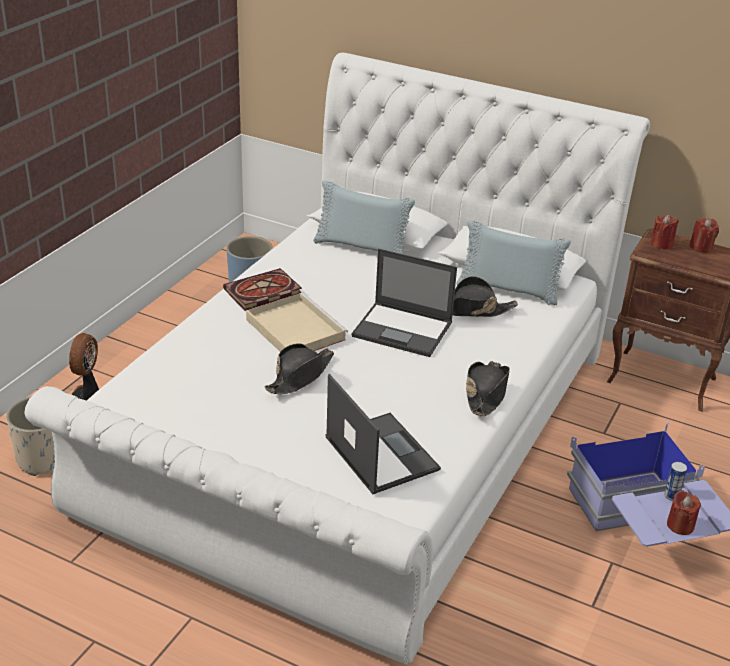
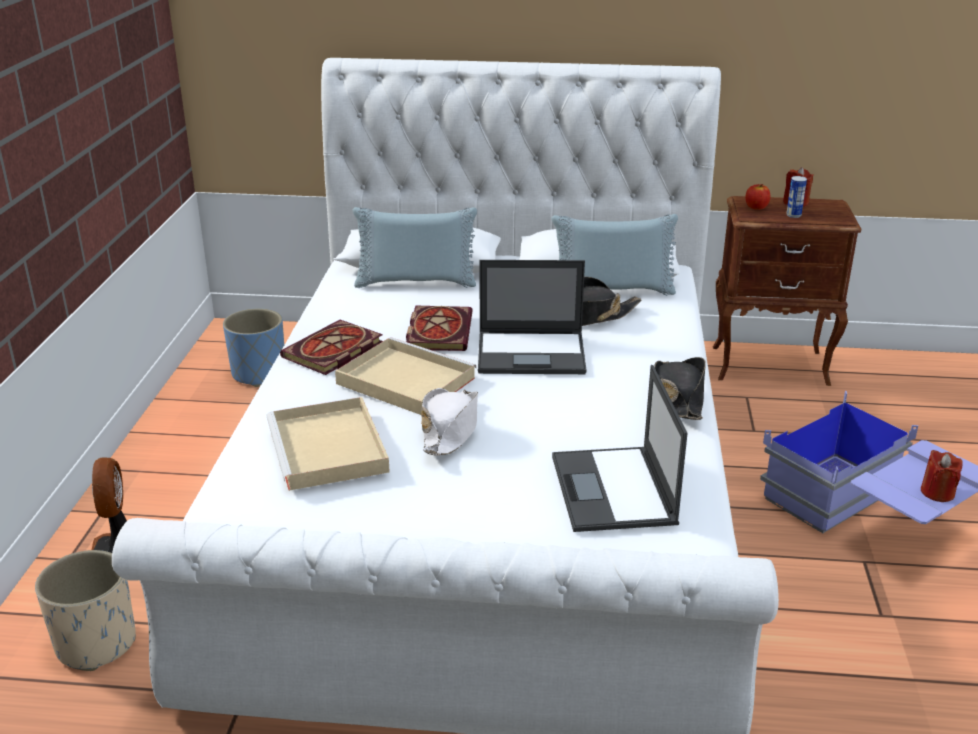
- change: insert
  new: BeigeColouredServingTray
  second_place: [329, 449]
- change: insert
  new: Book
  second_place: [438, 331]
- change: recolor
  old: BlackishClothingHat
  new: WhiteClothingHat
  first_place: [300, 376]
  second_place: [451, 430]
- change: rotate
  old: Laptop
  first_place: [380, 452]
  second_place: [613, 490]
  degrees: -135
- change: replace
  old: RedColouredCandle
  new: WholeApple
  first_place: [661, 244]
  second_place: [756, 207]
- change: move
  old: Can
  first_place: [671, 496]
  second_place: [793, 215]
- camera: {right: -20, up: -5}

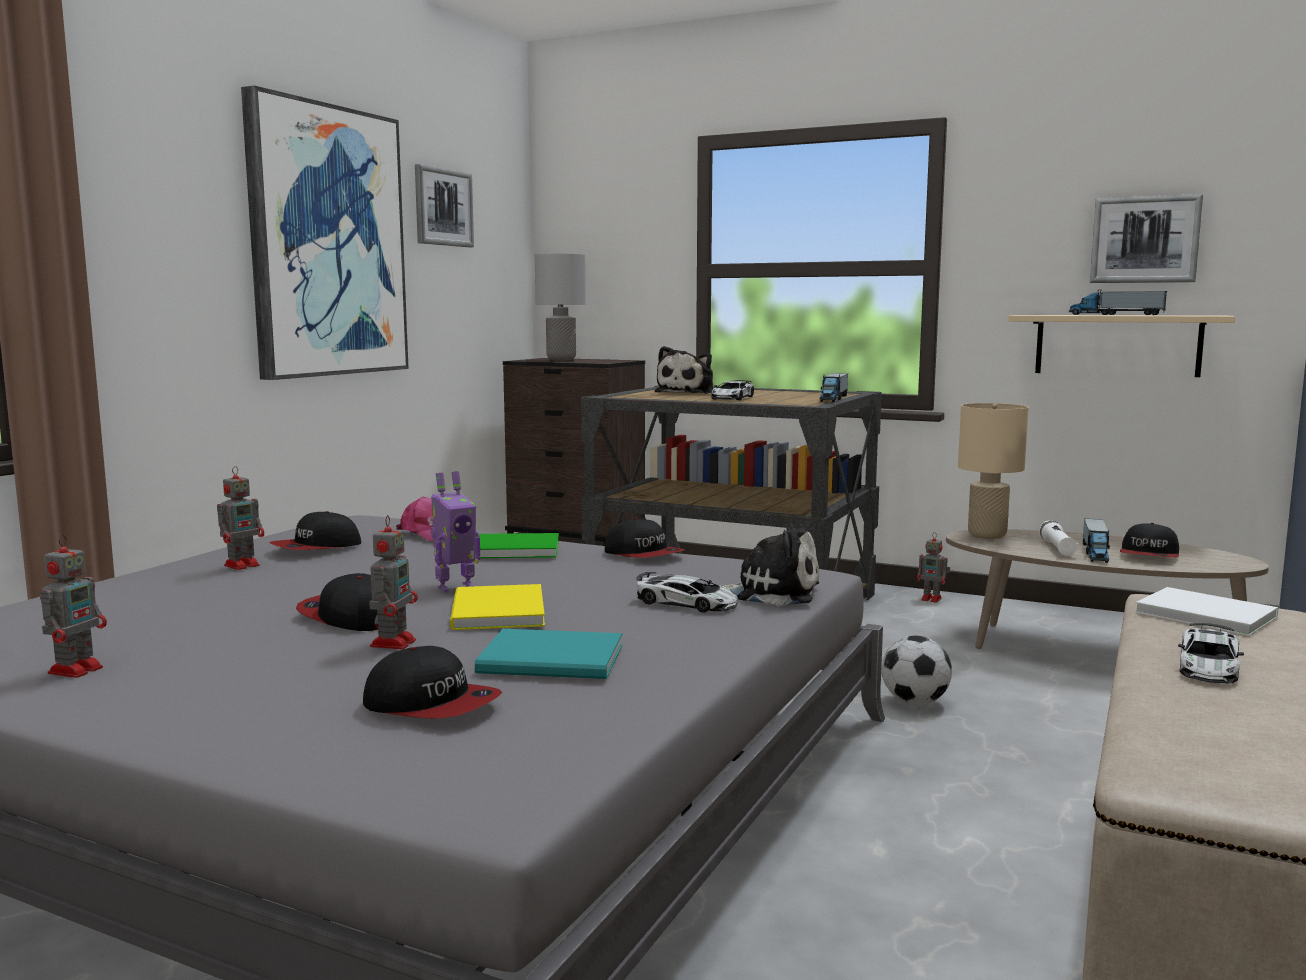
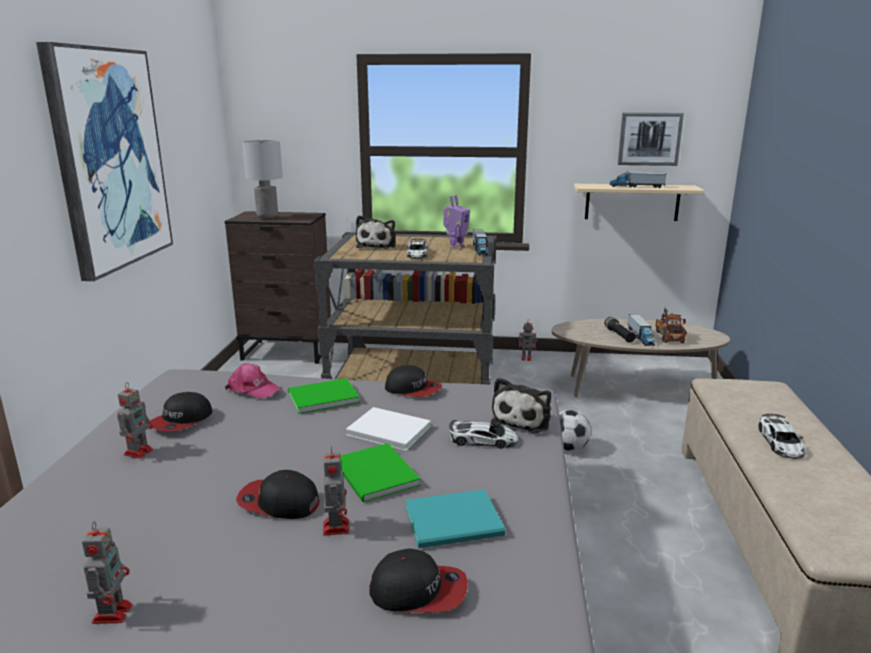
- change: recolor
  old: YellowColouredBook
  new: GreenBook
  first_place: [495, 612]
  second_place: [375, 476]
- change: move
  old: WhiteBook
  first_place: [1203, 613]
  second_place: [388, 429]
- change: move
  old: ModelRobot
  first_place: [454, 586]
  second_place: [455, 247]
- change: rotate
  old: SoftToy
  first_place: [771, 592]
  second_place: [523, 419]
  degrees: 120
- change: recolor
  old: WhiteFlashlight
  new: BlackishFlashlight
  first_place: [1057, 548]
  second_place: [619, 335]
- change: replace
  old: BaseballCap
  new: ToyLorry
  first_place: [1149, 555]
  second_place: [668, 335]
- change: delete
  old: Picture
  first_place: [443, 207]
- change: delete
  old: BeigeColouredTabletopLamp
  first_place: [987, 537]
- camera: {right: -20, up: 10}

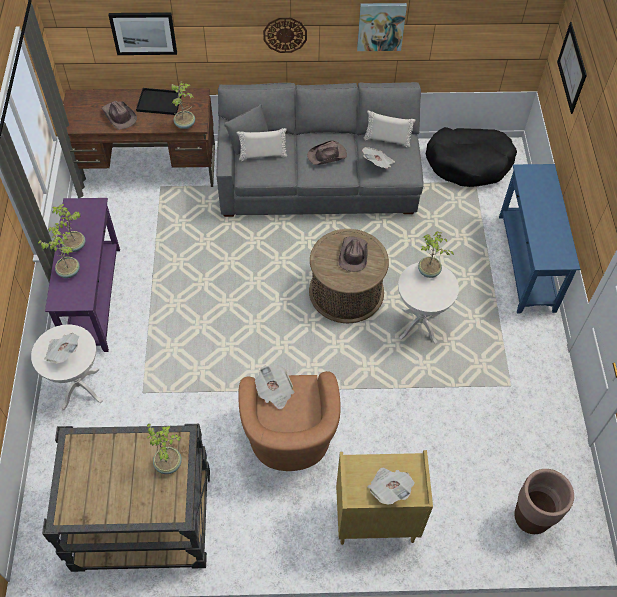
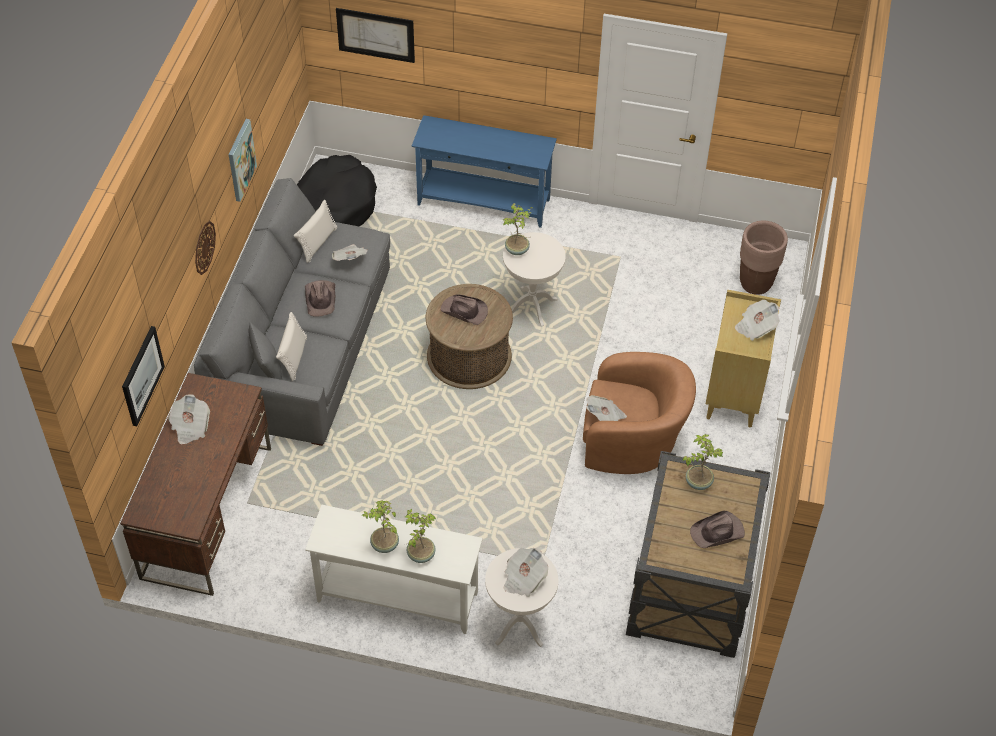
- change: replace
  old: BlackishServingTray
  new: PrintedPaper
  first_place: [158, 102]
  second_place: [190, 427]
- change: recolor
  old: PurpleColouredHallTable
  new: WhiteHallTable
  first_place: [94, 298]
  second_place: [397, 597]
- change: move
  old: BrownClothingHat
  first_place: [119, 116]
  second_place: [718, 532]
- change: delete
  old: PottedPlant
  first_place: [185, 124]
- camera: {right: -75, up: -5}

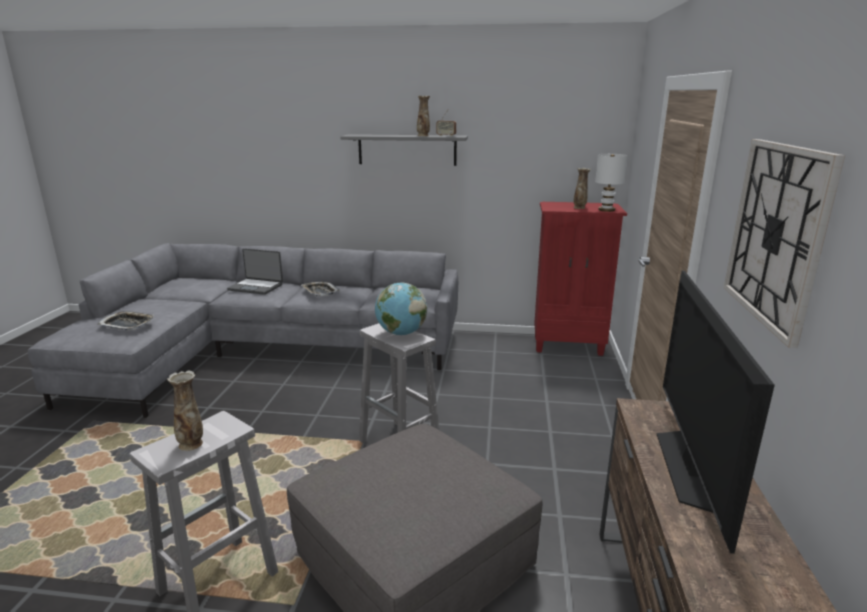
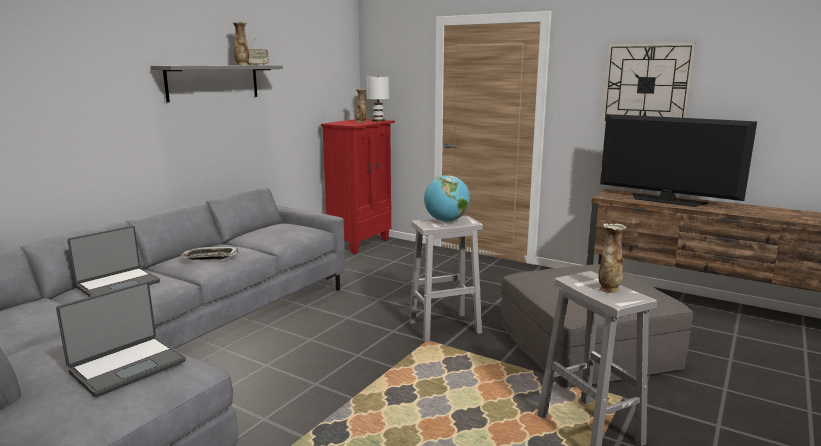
- change: replace
  old: ServingTray
  new: Laptop
  first_place: [127, 324]
  second_place: [127, 366]
- camera: {right: -65, up: -5}

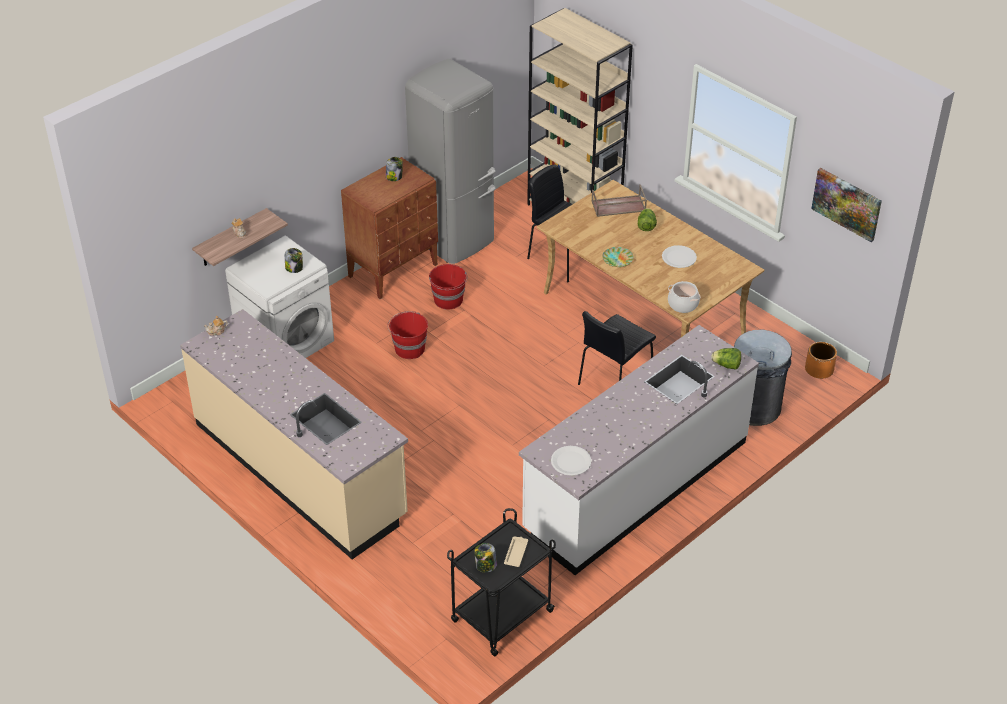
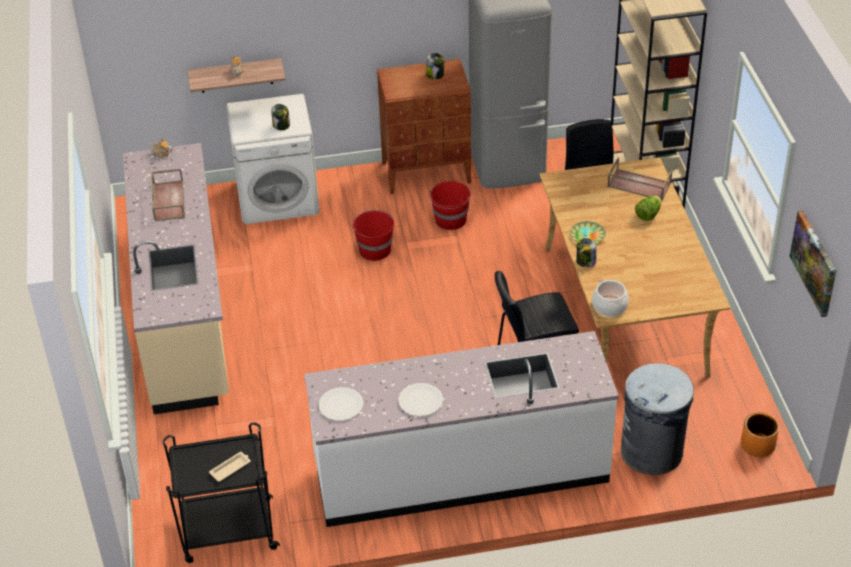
- change: insert
  new: BrownServingTray
  second_place: [168, 200]
- change: move
  old: WhiteDinnerPlate
  first_place: [679, 258]
  second_place: [420, 401]
- change: move
  old: StorageJar
  first_place: [485, 566]
  second_place: [585, 262]
- change: delete
  old: Lettuce
  first_place: [726, 365]
- camera: {right: 35, up: 0}

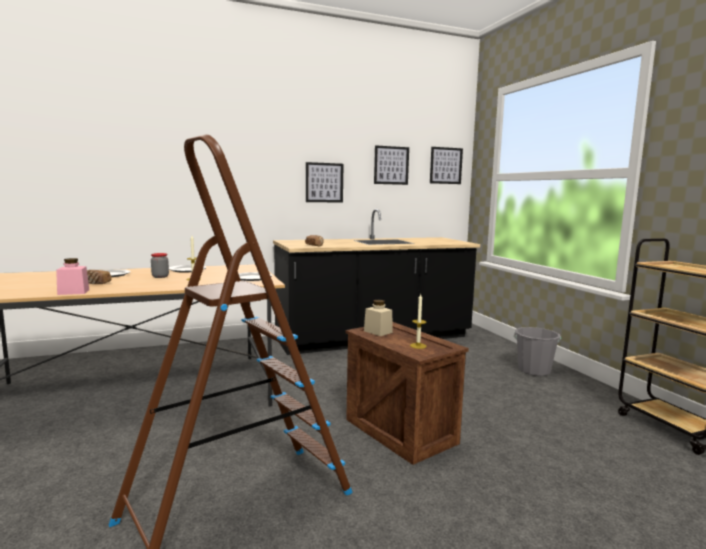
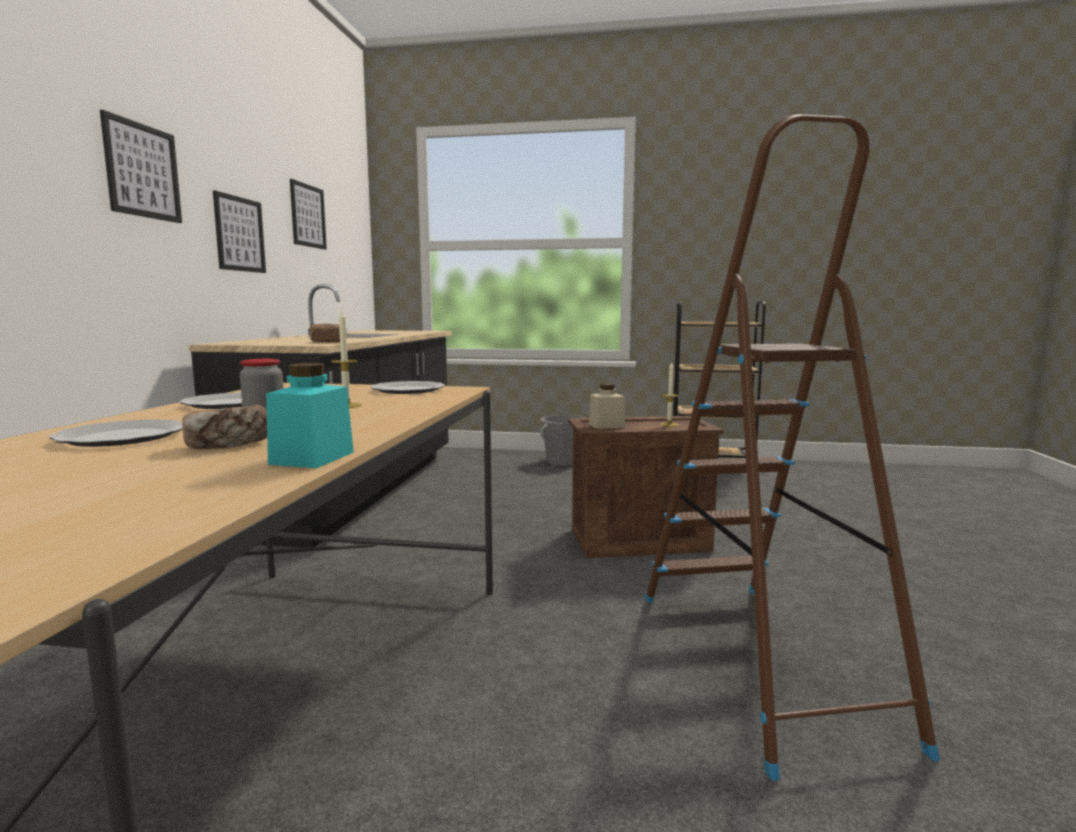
- change: move
  old: Picture
  first_place: [446, 165]
  second_place: [142, 171]
- change: recolor
  old: PinkishStorageJar
  new: TurquoiseColouredStorageJar
  first_place: [73, 292]
  second_place: [312, 458]
- camera: {right: -60, up: 0}

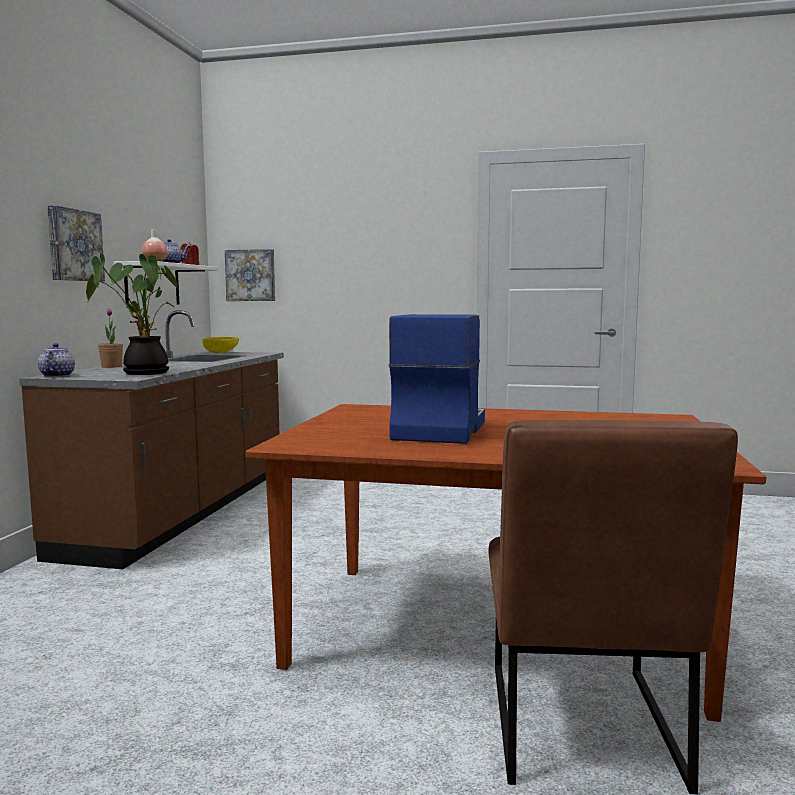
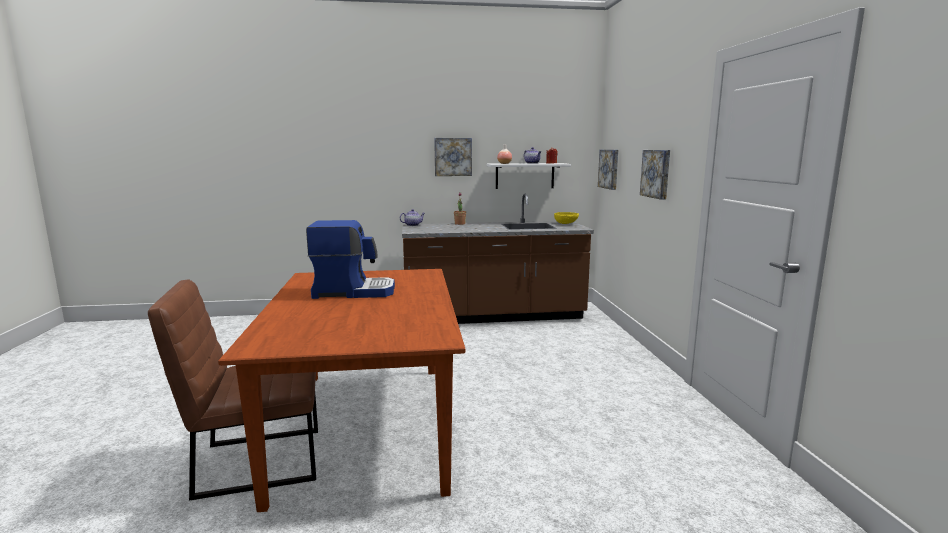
- change: insert
  new: Picture
  second_place: [656, 173]
- change: delete
  old: PottedPlant
  first_place: [142, 373]
- camera: {right: 70, up: 5}

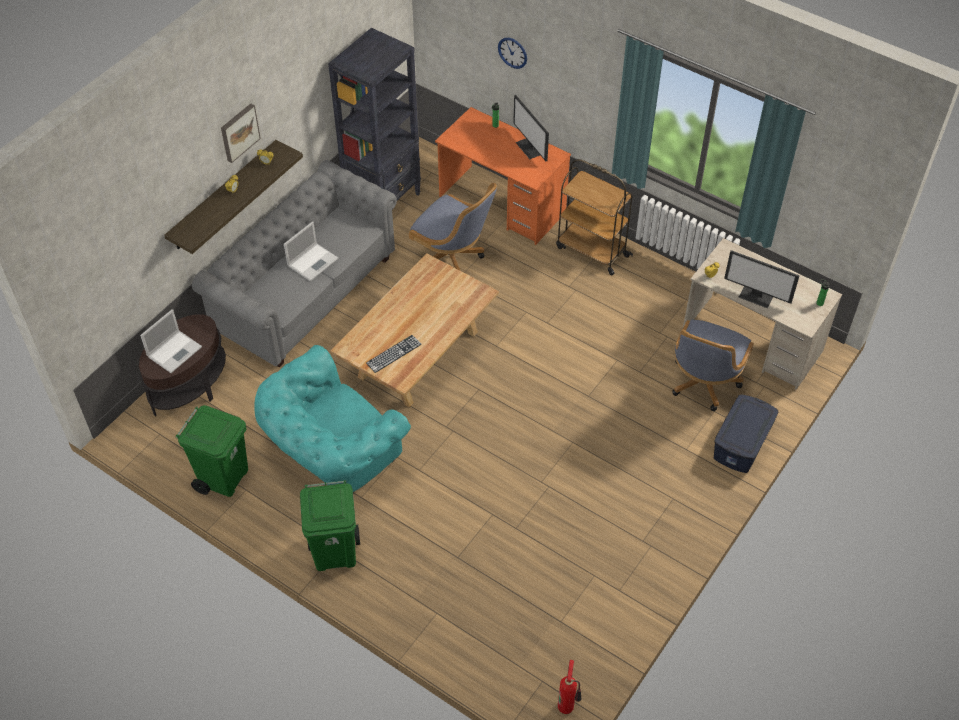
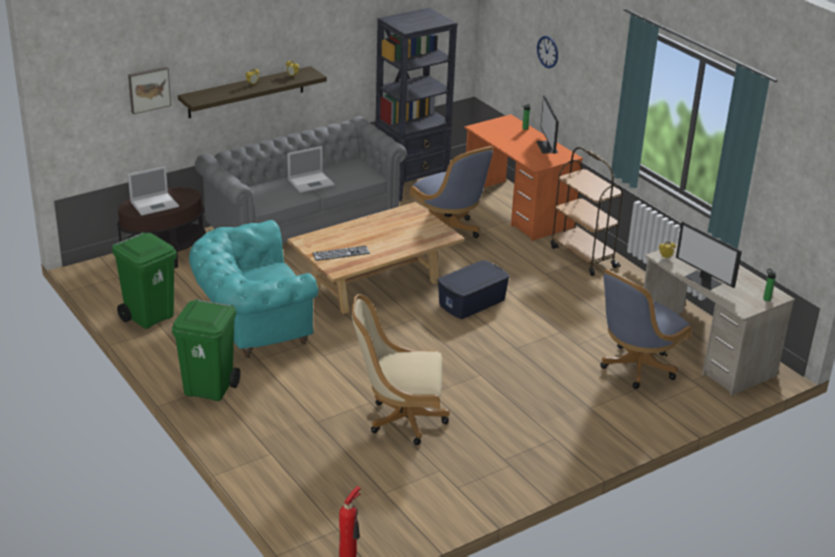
- change: move
  old: Picture
  first_place: [239, 132]
  second_place: [148, 89]
- change: insert
  new: BeigeColouredOfficeChair
  second_place: [399, 420]
- change: move
  old: BluishStorageBox
  first_place: [742, 443]
  second_place: [472, 302]
- camera: {right: 20, up: -20}

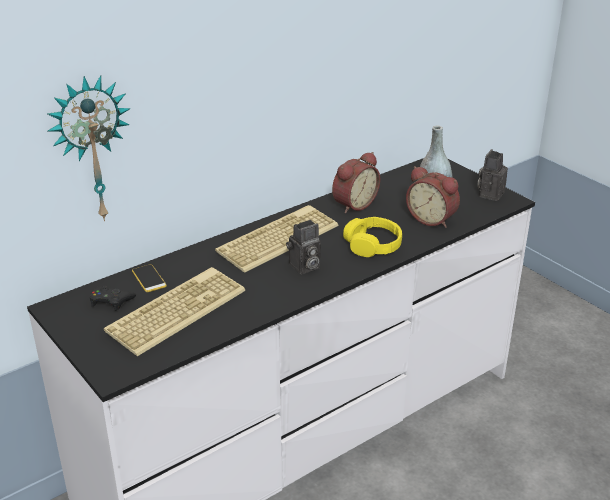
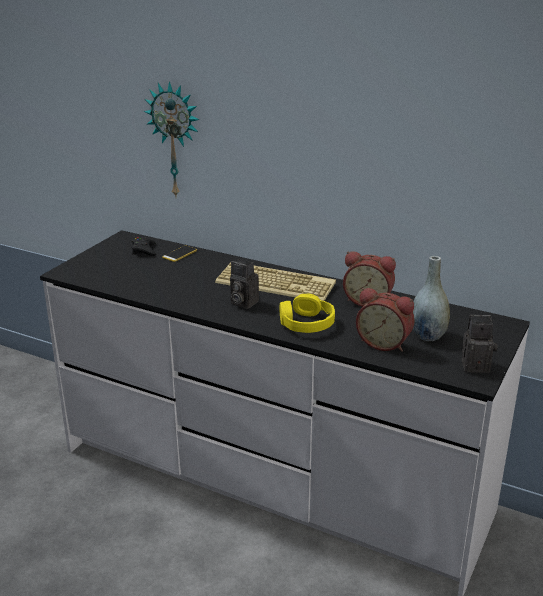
- change: rotate
  old: TableClock
  first_place: [432, 219]
  second_place: [384, 343]
  degrees: -75
- change: delete
  old: Keyboard
  first_place: [176, 310]
- camera: {right: 65, up: -5}

